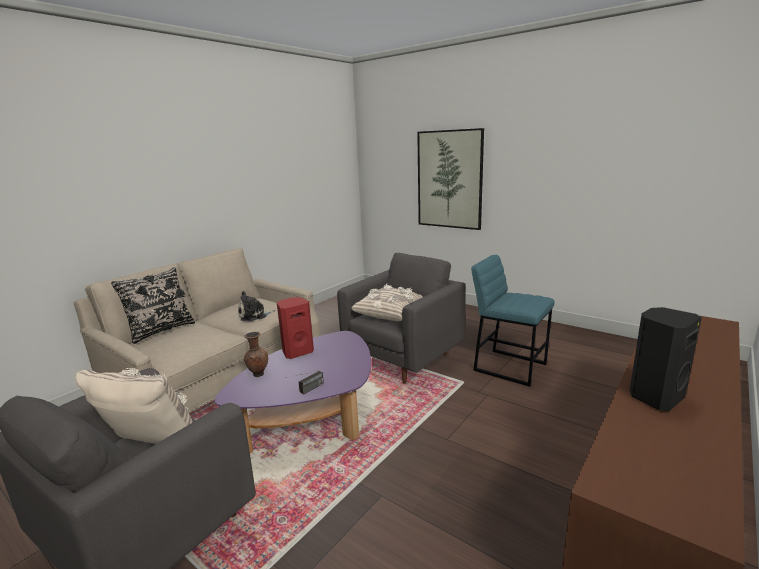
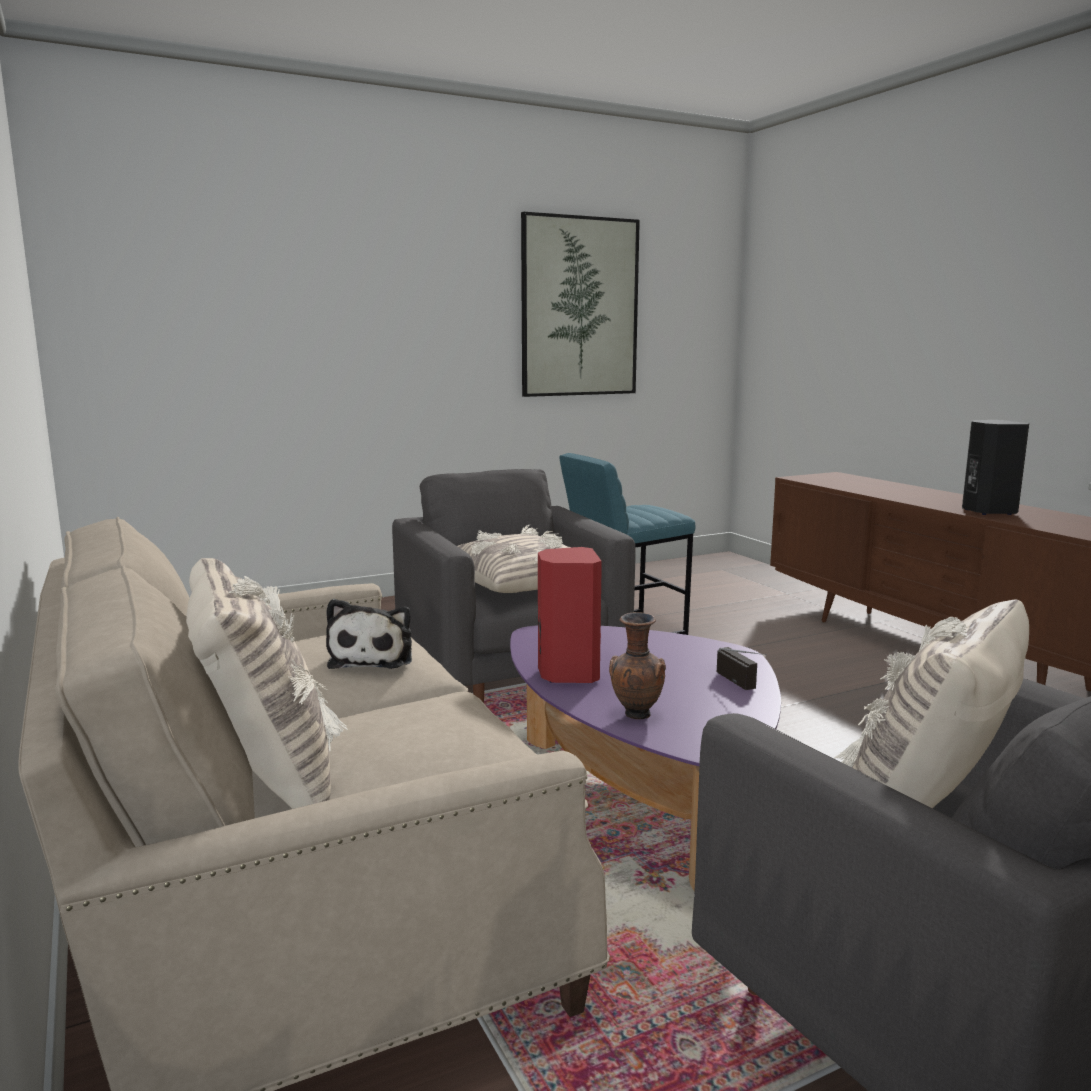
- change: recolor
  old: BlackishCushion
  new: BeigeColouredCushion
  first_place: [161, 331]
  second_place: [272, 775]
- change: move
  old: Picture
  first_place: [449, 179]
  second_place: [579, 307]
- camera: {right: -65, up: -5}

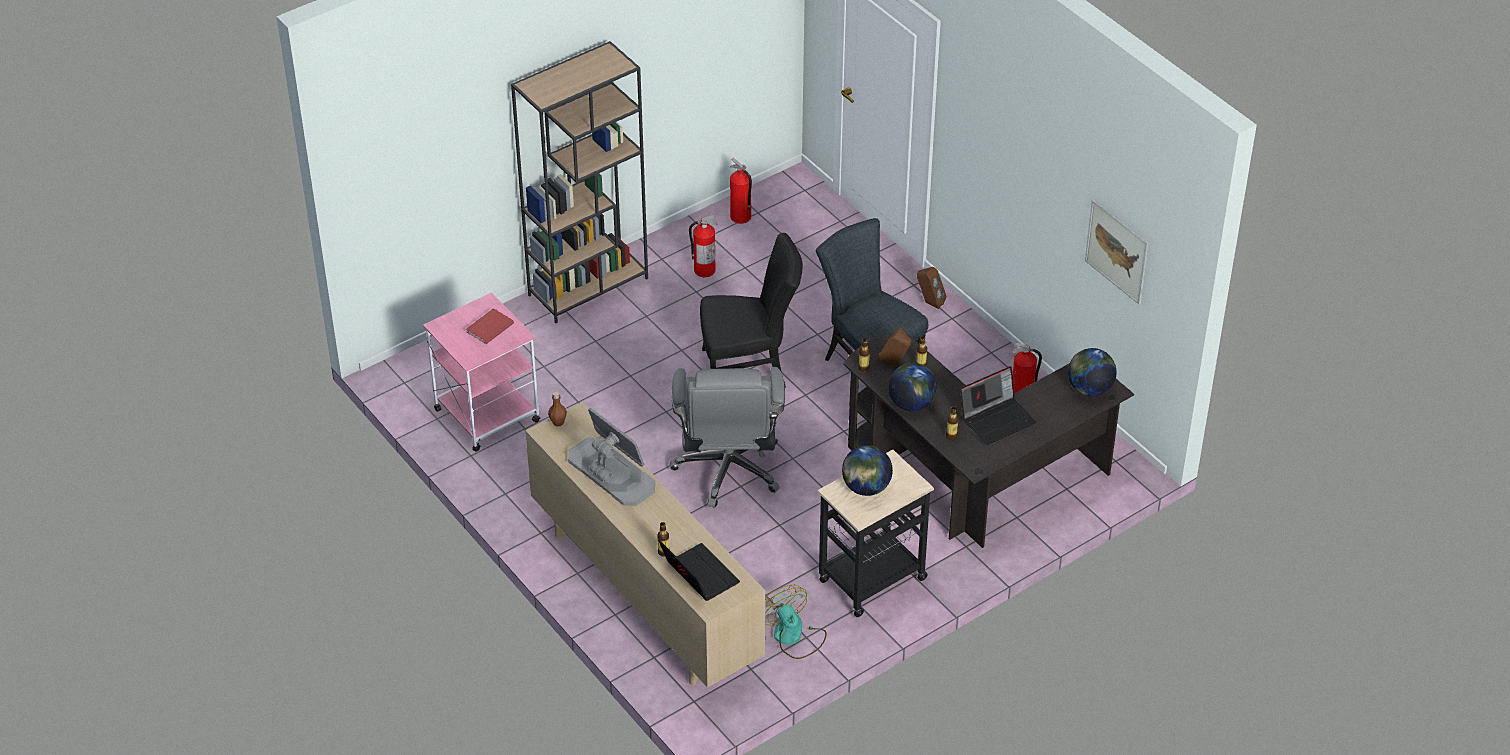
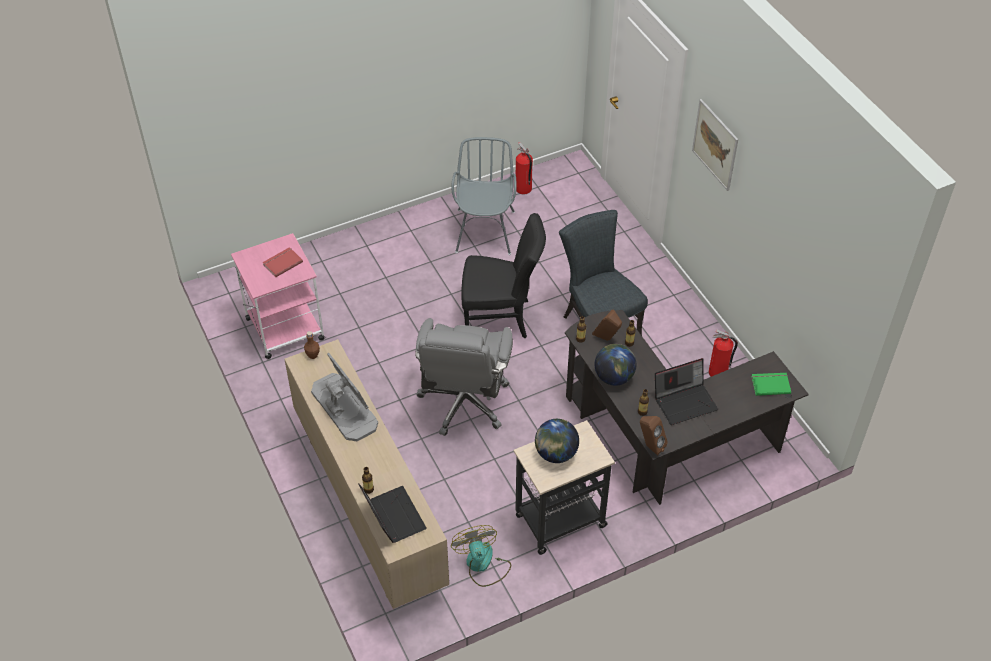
- change: replace
  old: FireExtinguisher
  new: GreyishUprightChair
  first_place: [704, 270]
  second_place: [484, 229]
- change: move
  old: BrownSpeaker
  first_place: [929, 303]
  second_place: [650, 446]
- change: move
  old: Picture
  first_place: [1117, 251]
  second_place: [715, 144]
- change: replace
  old: DeskGlobe
  new: GreenBook
  first_place: [1089, 389]
  second_place: [770, 384]
- change: delete
  old: Bookshelf
  first_place: [588, 286]
- camera: {right: 10, up: 5}

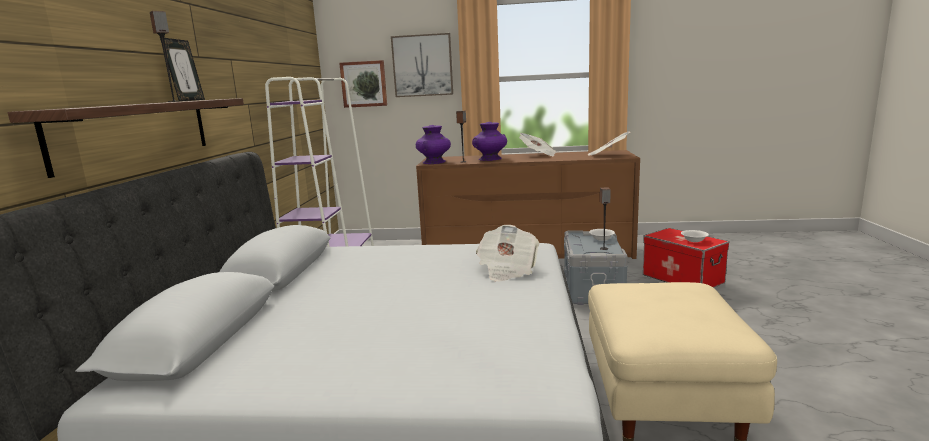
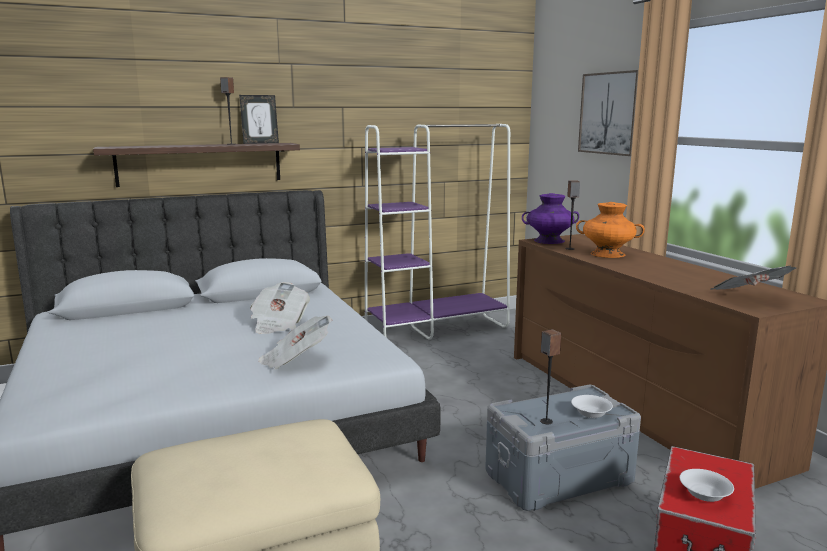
- change: move
  old: PrintedPaper
  first_place: [538, 155]
  second_place: [278, 324]
- change: recolor
  old: PurpleColouredFlowerVase
  new: OrangeColouredFlowerVase
  first_place: [490, 159]
  second_place: [607, 254]
- change: delete
  old: Picture
  first_place: [364, 84]
- camera: {right: 60, up: 0}

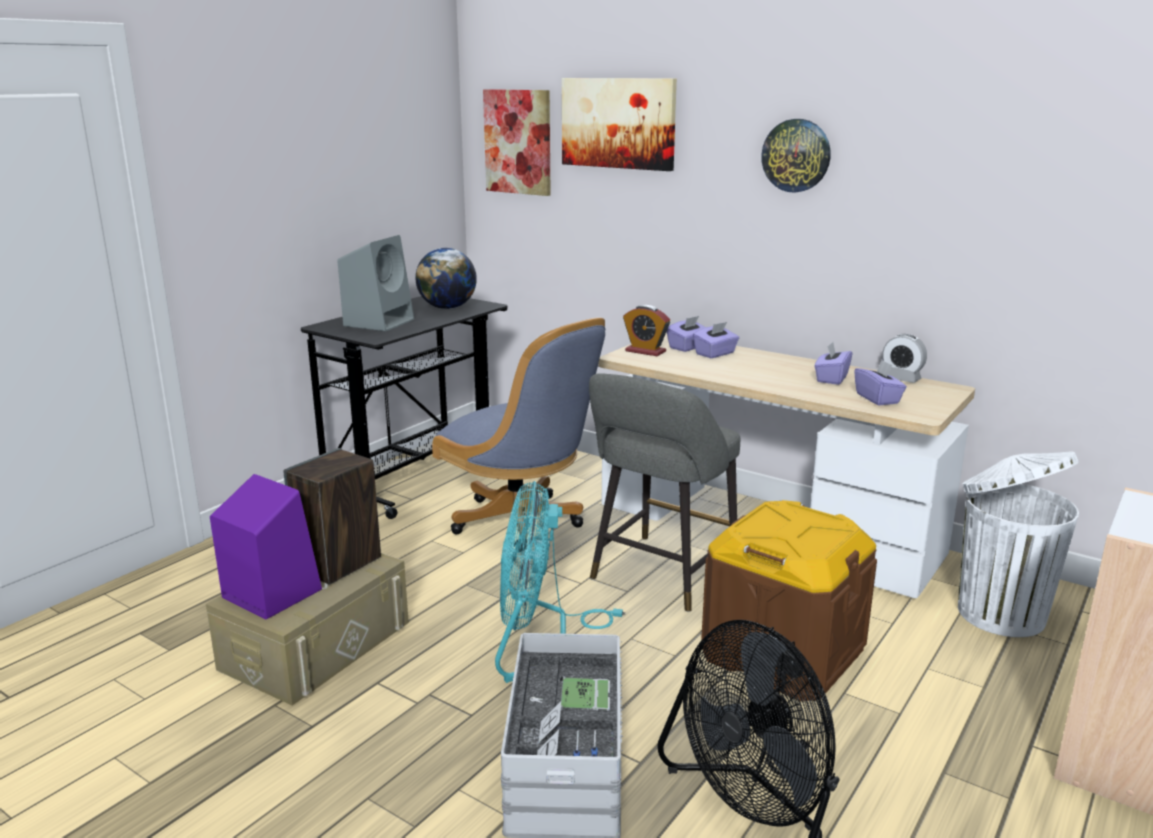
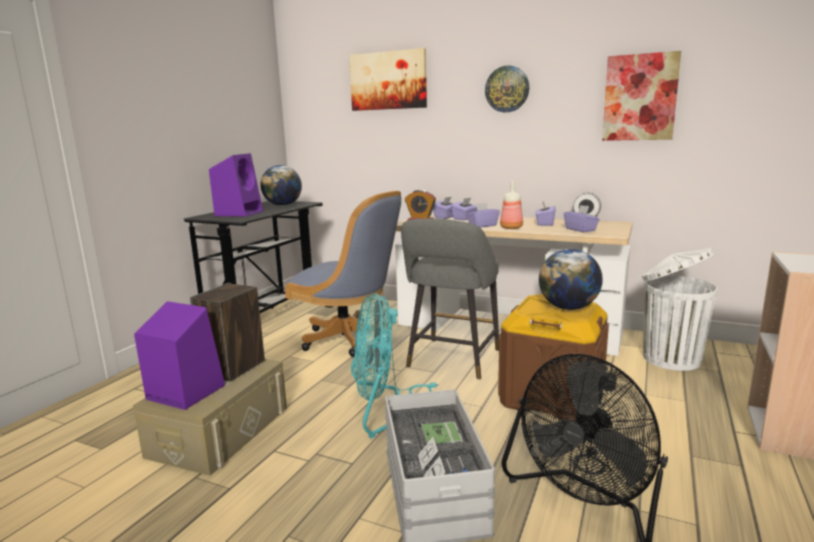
- change: recolor
  old: GreyishSpeaker
  new: PurpleColouredSpeaker
  first_place: [379, 322]
  second_place: [239, 213]
- change: insert
  new: PurpleColouredTissueHolder
  second_place: [482, 225]
- change: insert
  new: Bottle
  second_place: [510, 228]
- change: insert
  new: DeskGlobe
  second_place: [568, 308]
- change: move
  old: Picture
  first_place: [518, 142]
  second_place: [640, 97]
- camera: {right: -10, up: -5}

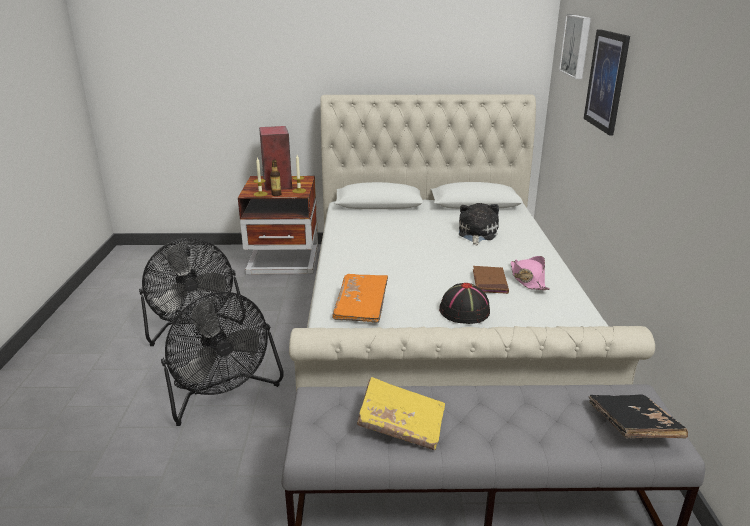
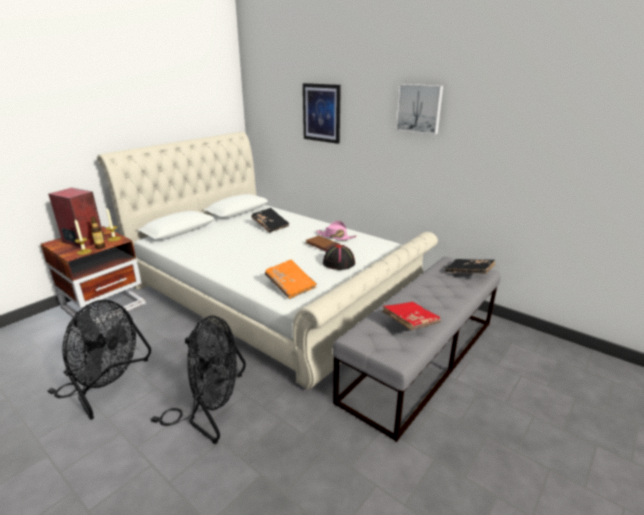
- change: replace
  old: SoftToy
  new: BlackishBook
  first_place: [476, 234]
  second_place: [270, 225]
- change: recolor
  old: YellowColouredBook
  new: RedColouredBook
  first_place: [401, 425]
  second_place: [410, 323]
- change: move
  old: Picture
  first_place: [577, 46]
  second_place: [419, 108]
- camera: {right: -50, up: 0}

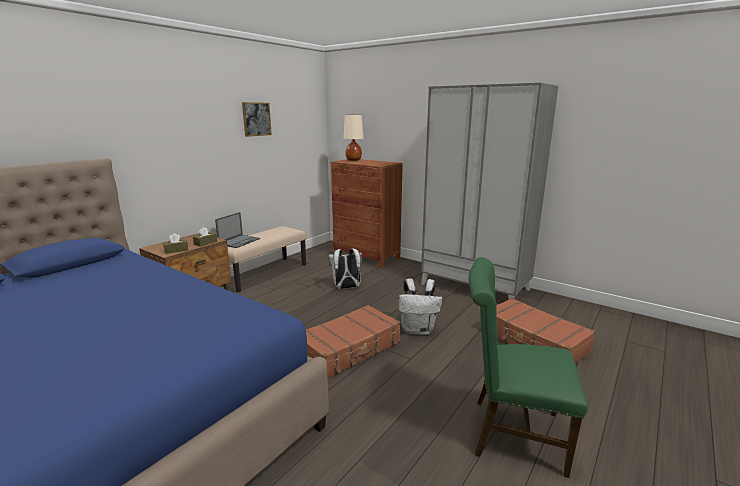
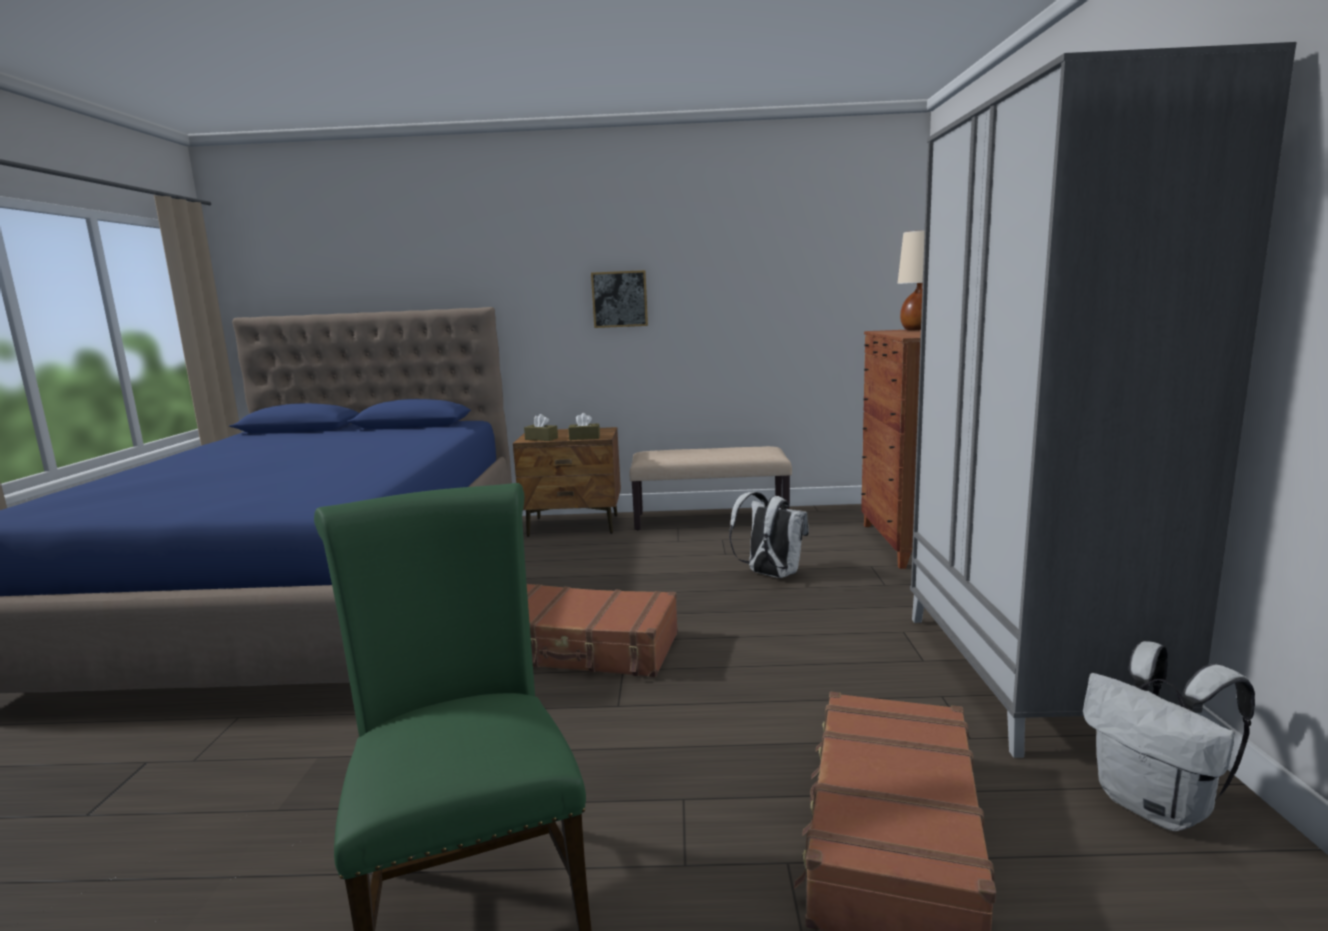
- change: move
  old: Picture
  first_place: [256, 119]
  second_place: [619, 299]
- change: move
  old: WhiteKnapsack
  first_place: [418, 330]
  second_place: [1156, 806]
- change: delete
  old: Laptop
  first_place: [239, 241]
- camera: {right: 55, up: -5}

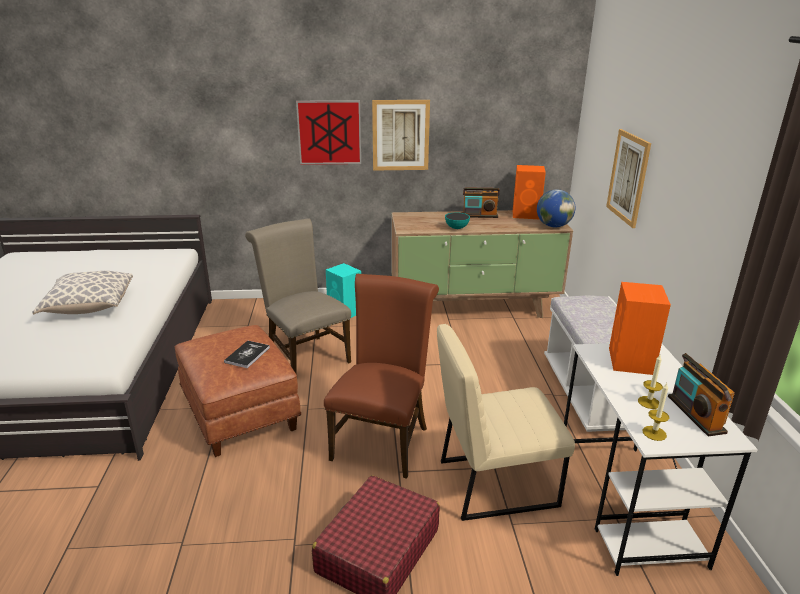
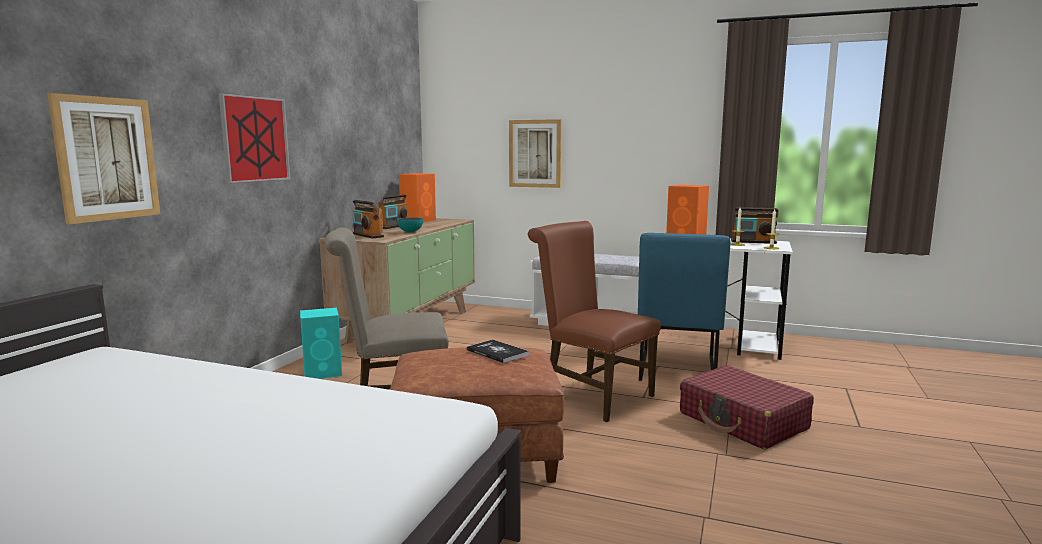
- change: move
  old: Picture
  first_place: [400, 135]
  second_place: [107, 159]
- change: insert
  new: RadioSet
  second_place: [367, 235]
- change: recolor
  old: BeigeColouredUprightChair
  new: BluishUprightChair
  first_place: [494, 483]
  second_place: [676, 369]
- change: delete
  old: Cushion
  first_place: [89, 307]
- change: delete
  old: DeskGlobe
  first_place: [553, 226]
- camera: {right: -65, up: -15}

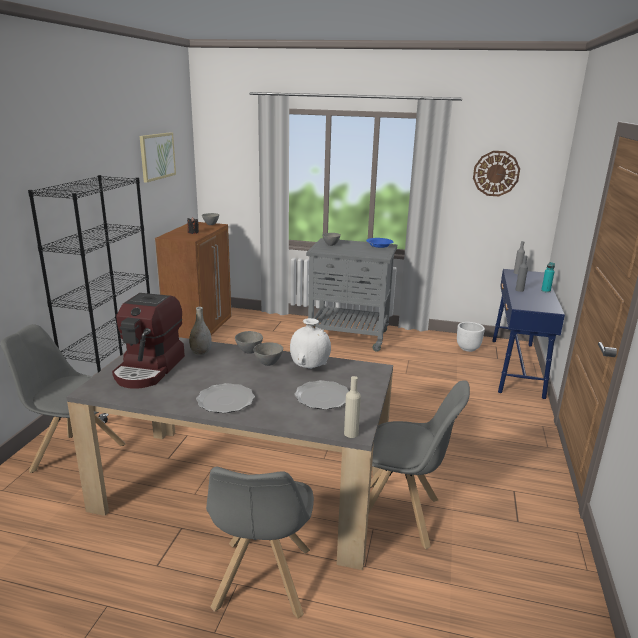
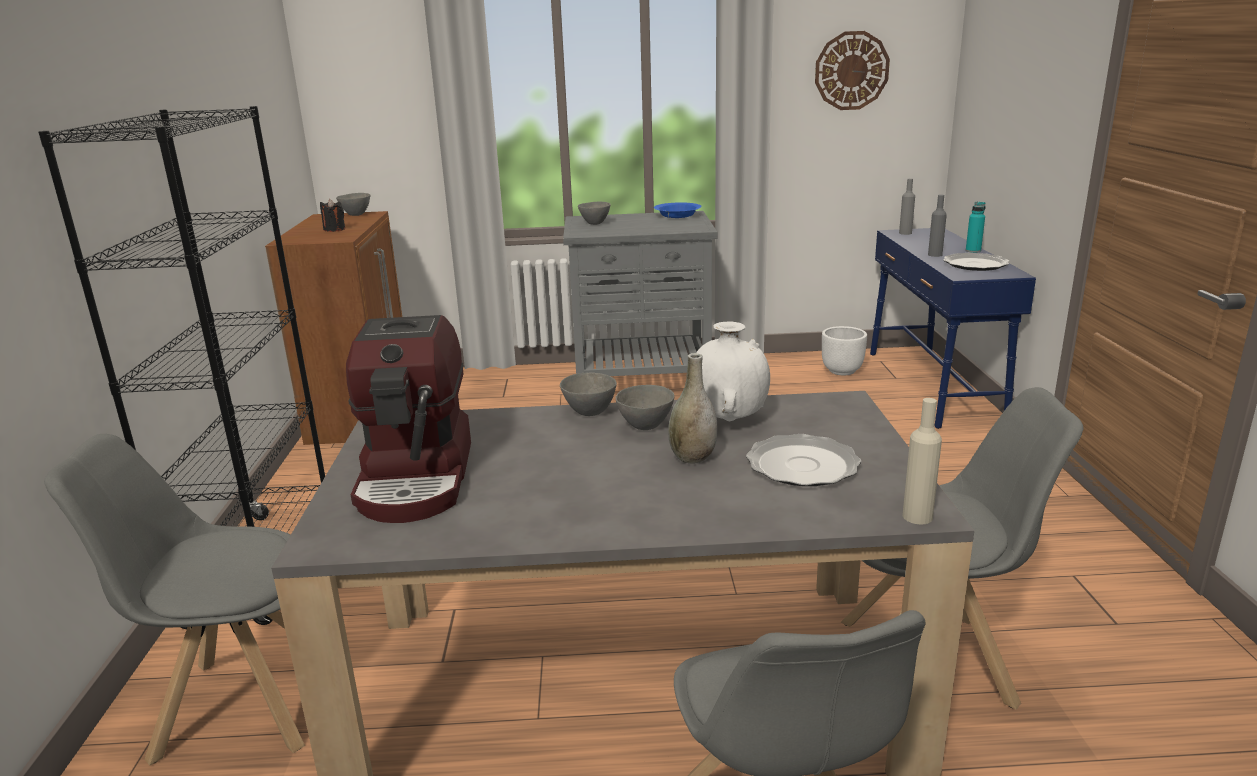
- change: move
  old: GreyishFlowerVase
  first_place: [201, 353]
  second_place: [693, 457]
- change: move
  old: DinnerPlate
  first_place: [225, 401]
  second_place: [975, 264]
- change: delete
  old: Picture
  first_place: [157, 156]
- camera: {right: -15, up: 0}

